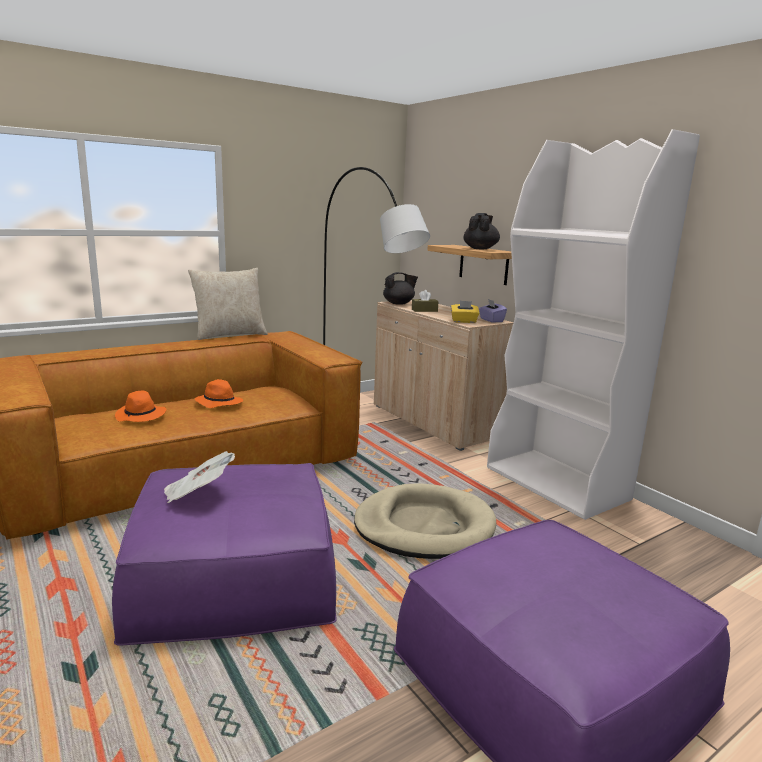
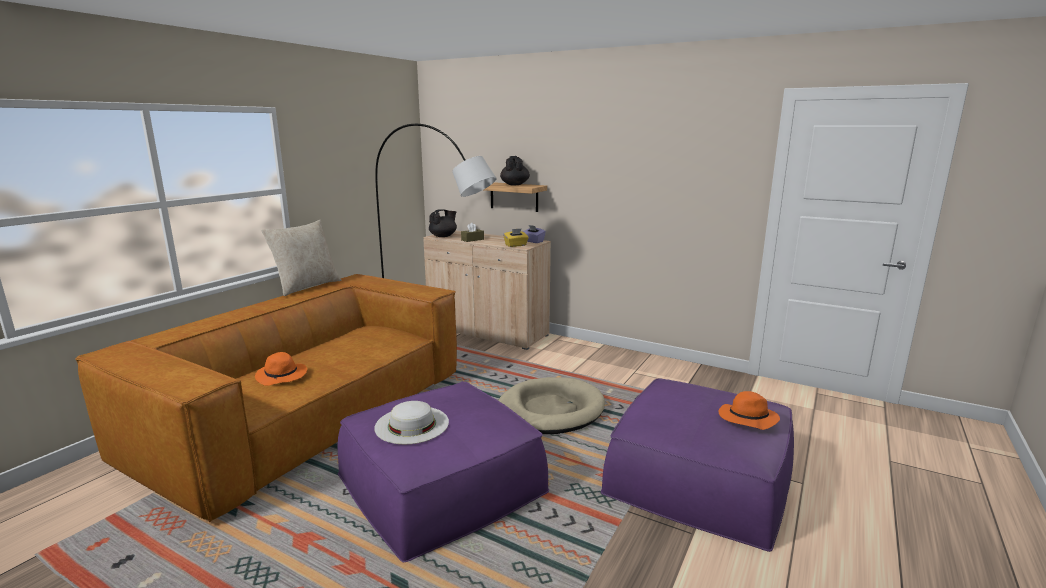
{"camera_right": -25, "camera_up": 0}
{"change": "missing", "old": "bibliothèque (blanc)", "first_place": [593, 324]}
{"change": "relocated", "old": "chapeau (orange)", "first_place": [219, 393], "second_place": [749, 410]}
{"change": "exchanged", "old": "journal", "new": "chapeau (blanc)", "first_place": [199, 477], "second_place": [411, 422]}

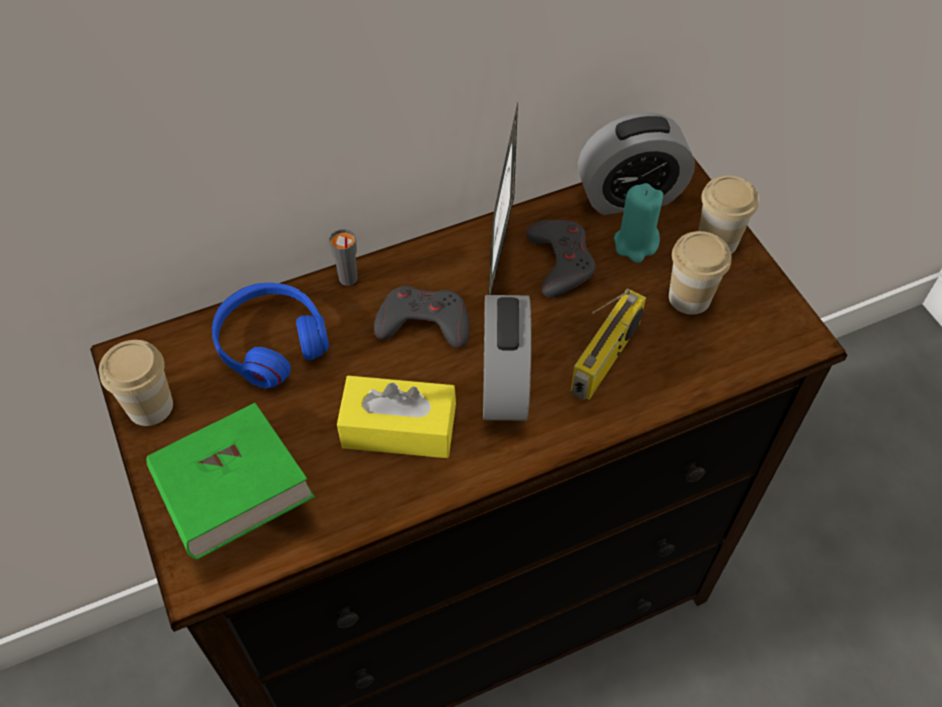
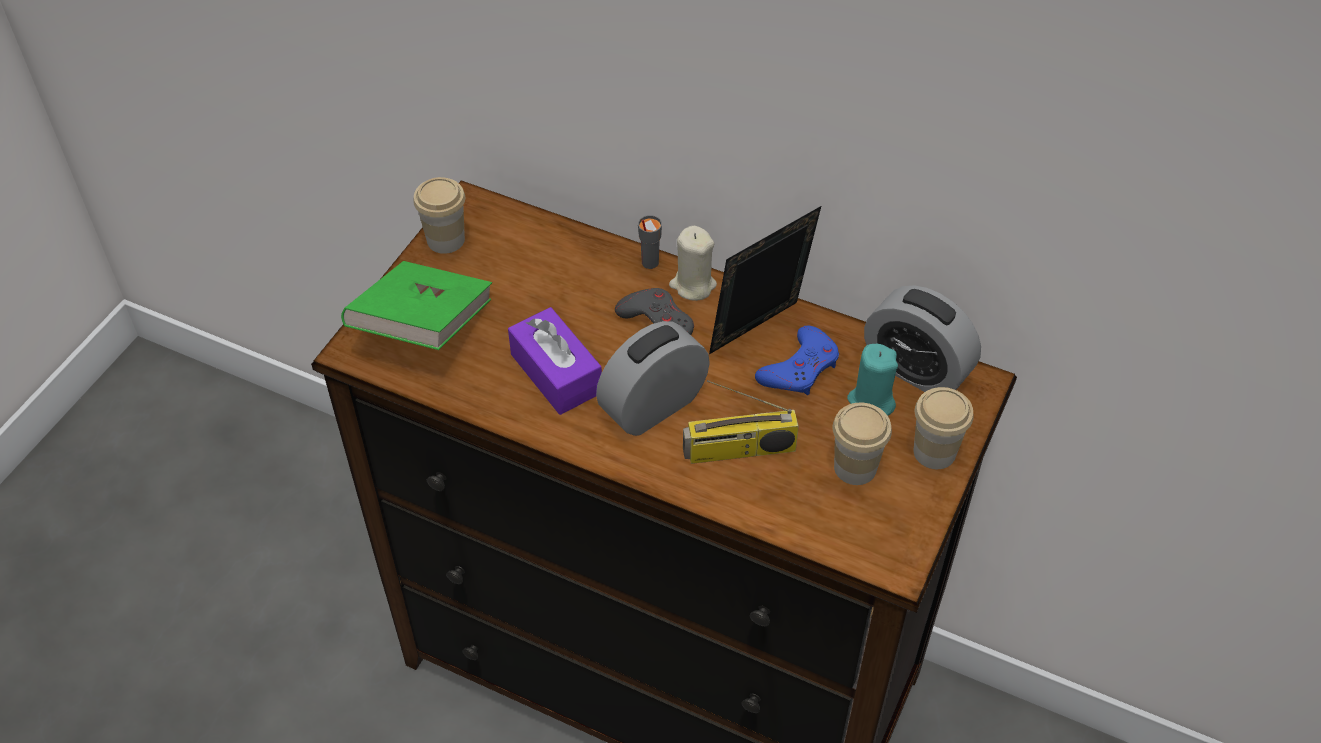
{"camera_right": 50, "camera_up": -5}
{"change": "missing", "old": "casque audio (bleu)", "first_place": [270, 336]}
{"change": "appeared", "new": "bougie (beige)", "second_place": [693, 263]}
{"change": "colour", "old": "boîte à mouchoirs (jaune)", "new": "boîte à mouchoirs (violet)", "first_place": [396, 417], "second_place": [555, 361]}
{"change": "colour", "old": "manette (gris)", "new": "manette (bleu)", "first_place": [561, 258], "second_place": [797, 360]}

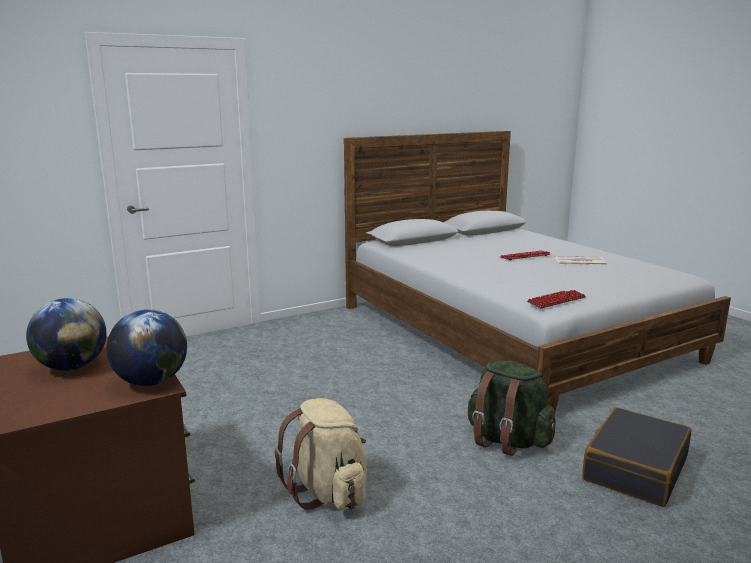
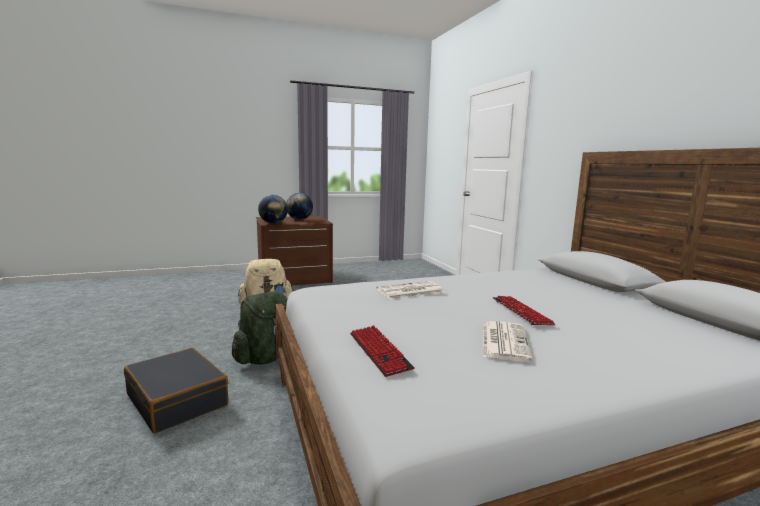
{"camera_right": 100, "camera_up": -5}
{"change": "appeared", "new": "journal", "second_place": [409, 290]}
{"change": "relocated", "old": "clavier", "first_place": [556, 299], "second_place": [382, 351]}

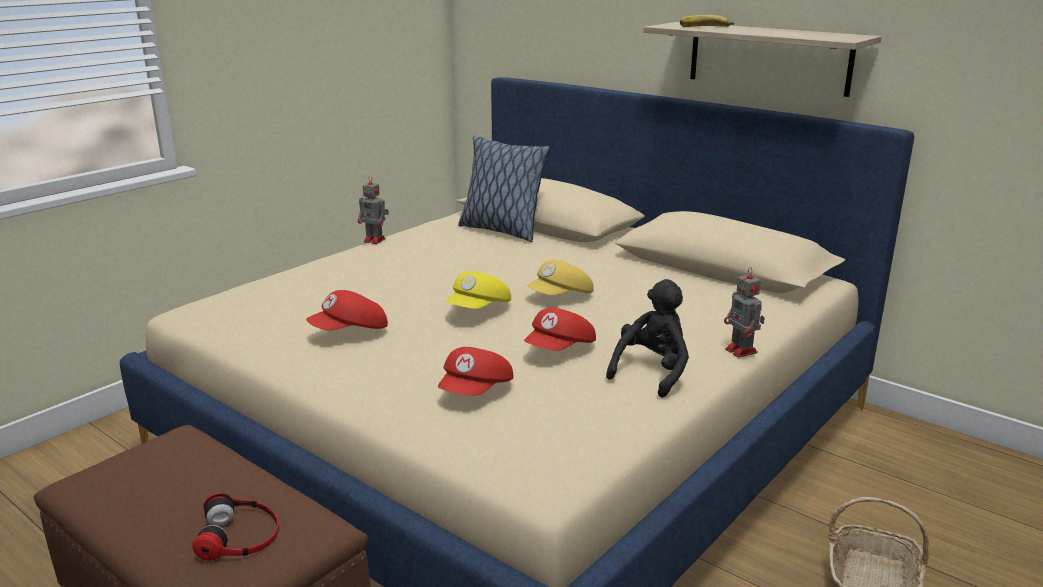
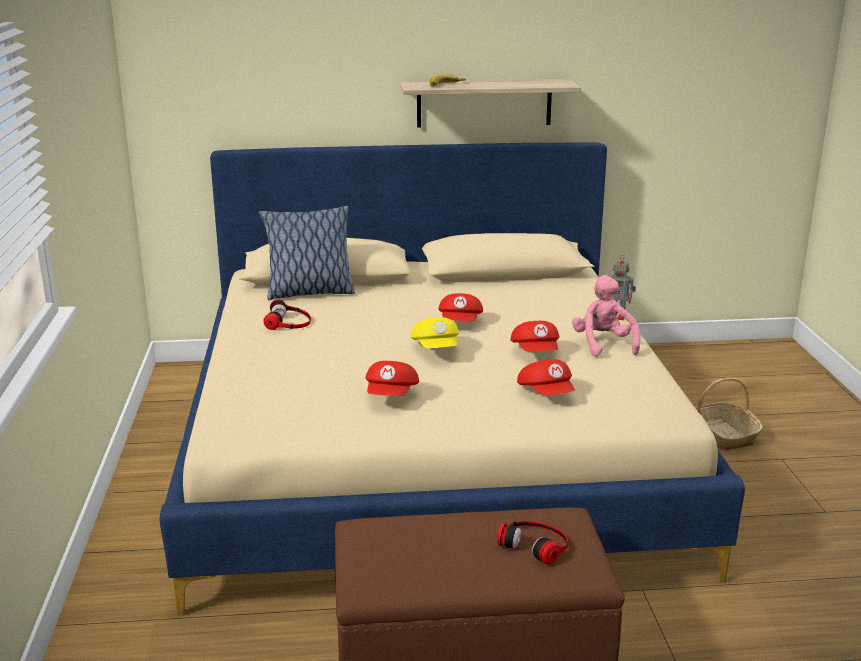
{"camera_right": -45, "camera_up": 0}
{"change": "missing", "old": "robot jouet", "first_place": [373, 210]}
{"change": "appeared", "new": "casque audio", "second_place": [287, 315]}
{"change": "colour", "old": "casquette (jaune)", "new": "casquette (rouge)", "first_place": [560, 277], "second_place": [460, 307]}
{"change": "colour", "old": "peluche (noir)", "new": "peluche (rose)", "first_place": [647, 338], "second_place": [606, 316]}

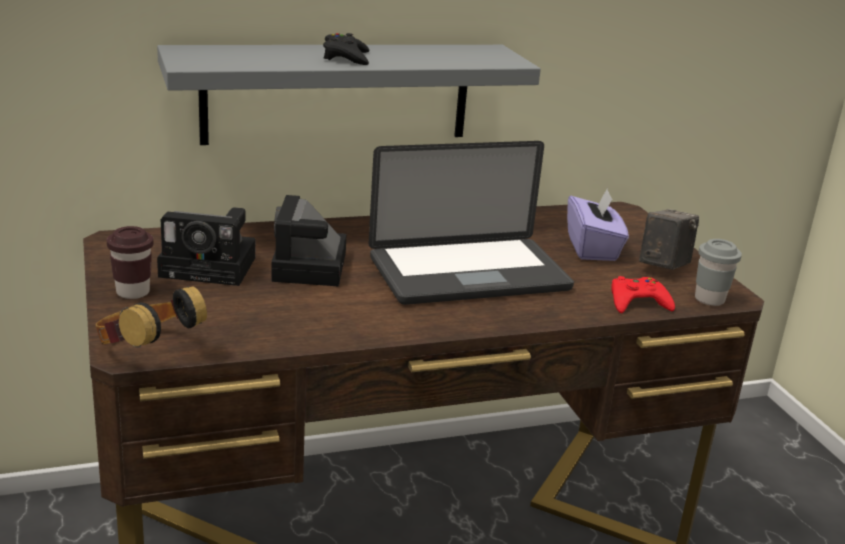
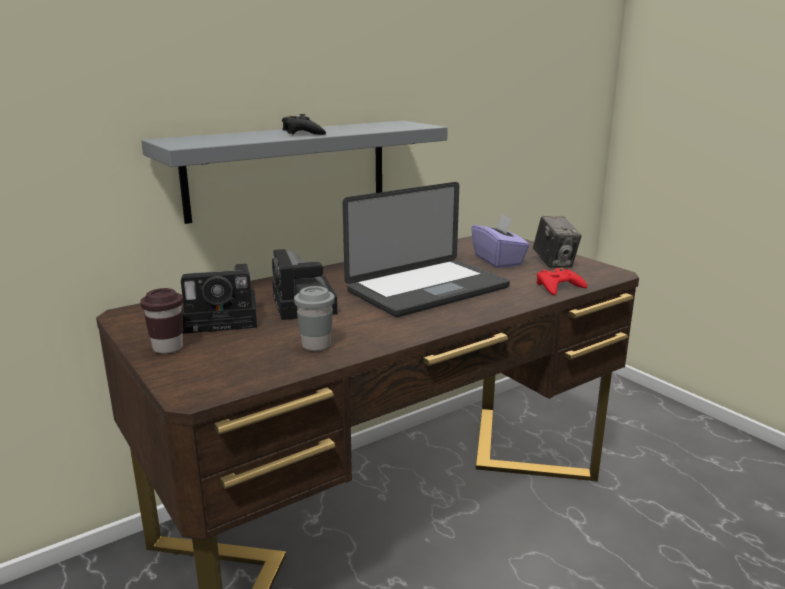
{"camera_right": -15, "camera_up": -5}
{"change": "missing", "old": "casque audio", "first_place": [151, 317]}
{"change": "relocated", "old": "tasse (gris)", "first_place": [718, 272], "second_place": [314, 318]}
{"change": "spun", "old": "appareil photo", "first_place": [669, 239], "second_place": [557, 242], "degrees": 150}

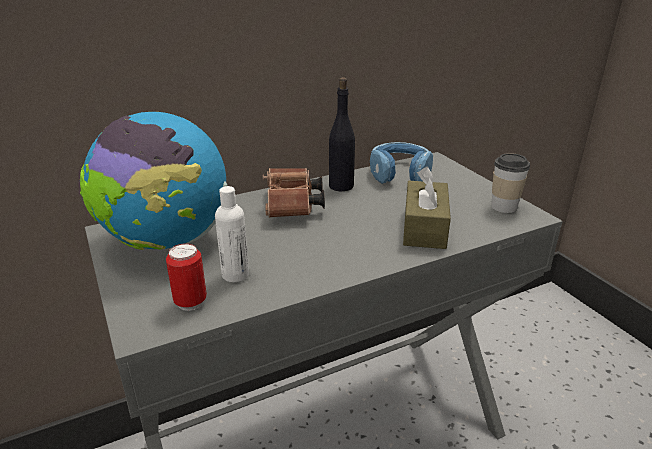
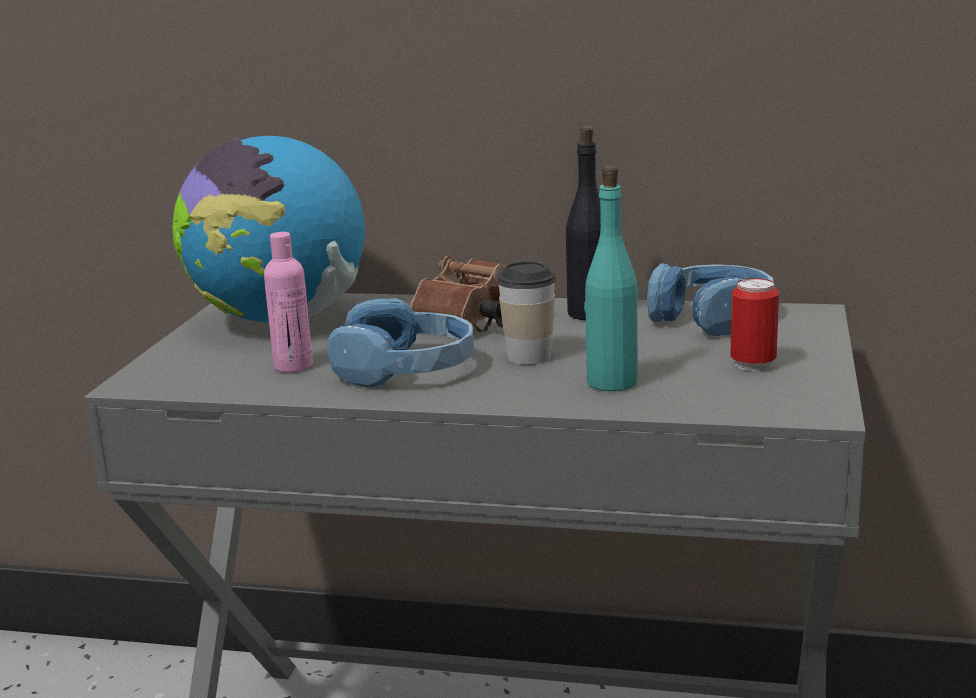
{"camera_right": 40, "camera_up": -10}
{"change": "appeared", "new": "casque audio (bleu)", "second_place": [401, 343]}
{"change": "relocated", "old": "boîte métallique", "first_place": [186, 277], "second_place": [754, 324]}
{"change": "relocated", "old": "tasse", "first_place": [510, 183], "second_place": [526, 313]}
{"change": "exchanged", "old": "boîte à mouchoirs (marron)", "new": "bouteille (turquoise)", "first_place": [427, 208], "second_place": [611, 278]}
{"change": "colour", "old": "bouteille (blanc)", "new": "bouteille (rose)", "first_place": [232, 234], "second_place": [288, 302]}

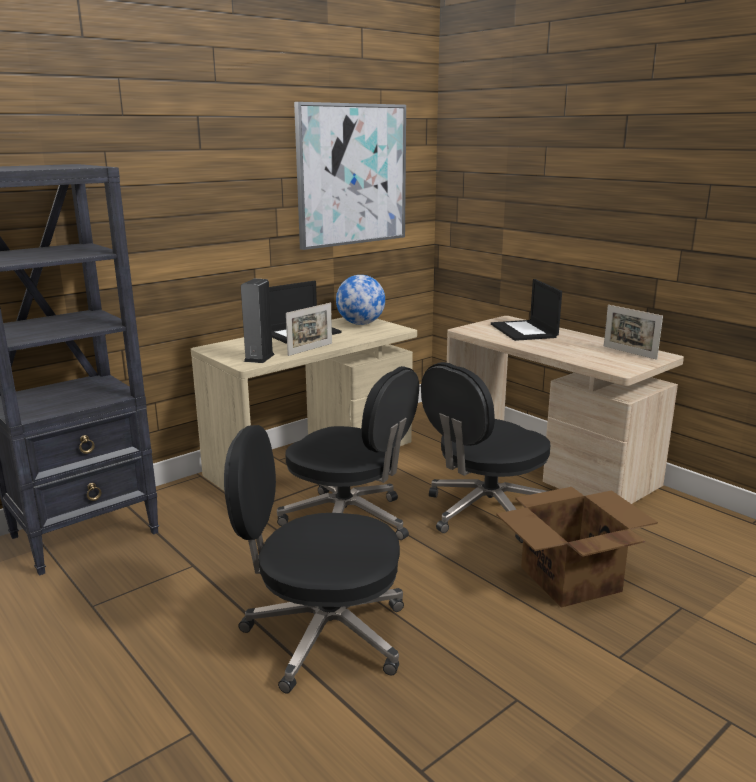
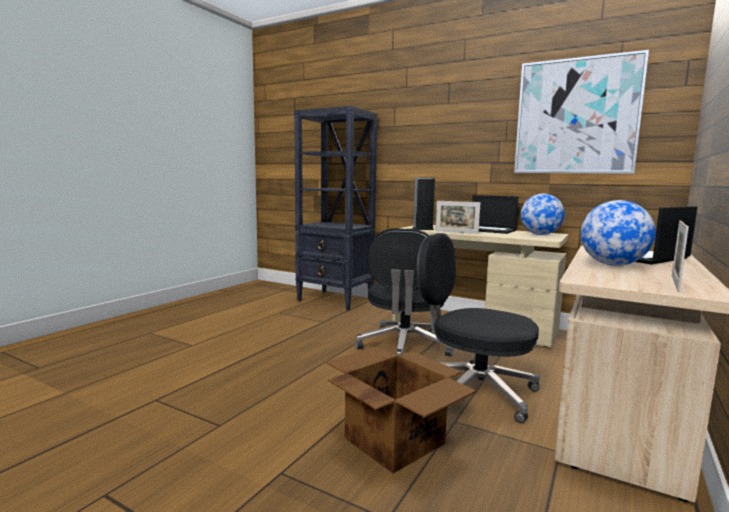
{"camera_right": 70, "camera_up": -10}
{"change": "missing", "old": "chaise de bureau (noir)", "first_place": [314, 559]}
{"change": "appeared", "new": "globe", "second_place": [618, 233]}

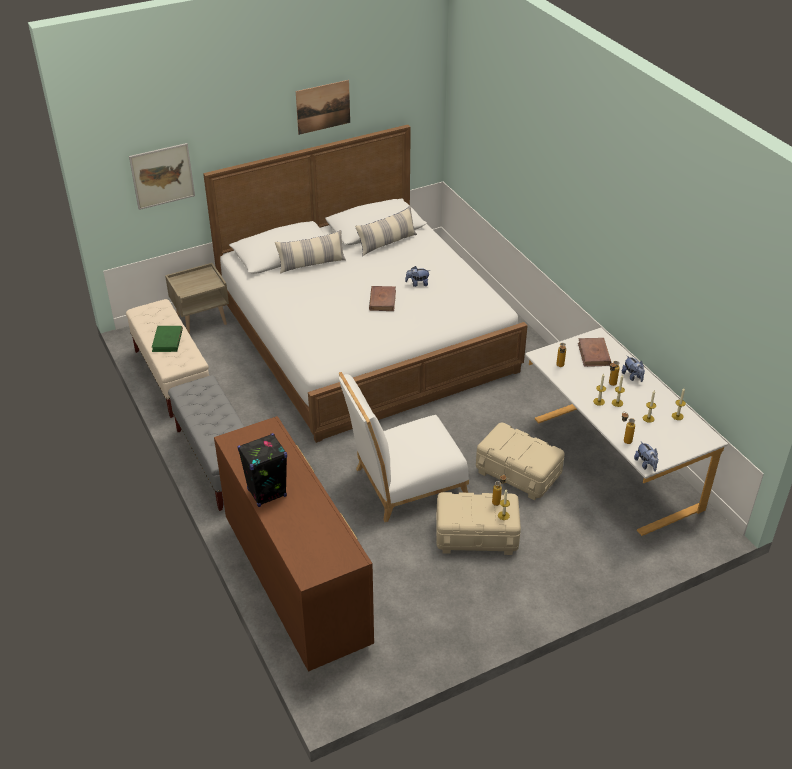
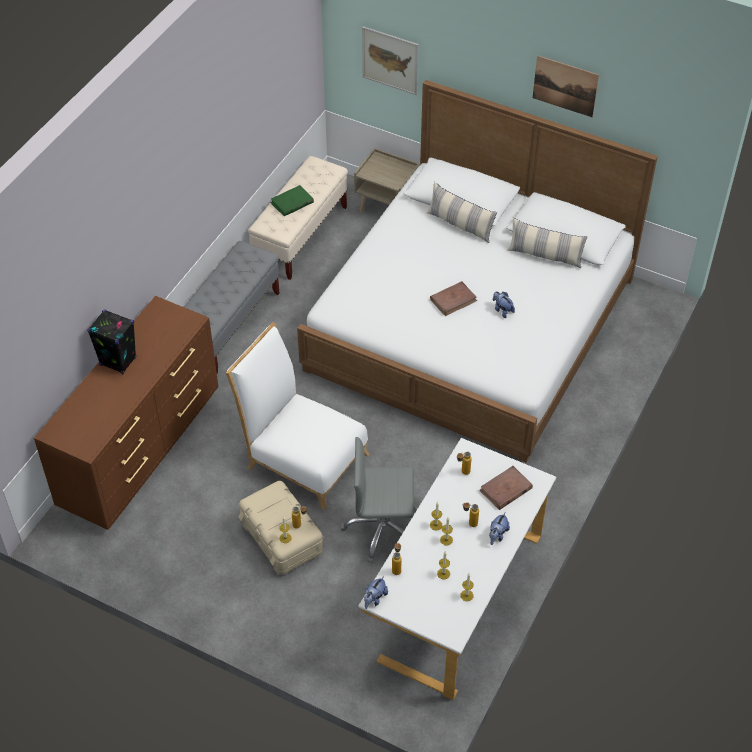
{"camera_right": 55, "camera_up": 10}
{"change": "exchanged", "old": "boîte de rangement (beige)", "new": "chaise de bureau (gris)", "first_place": [520, 462], "second_place": [379, 500]}

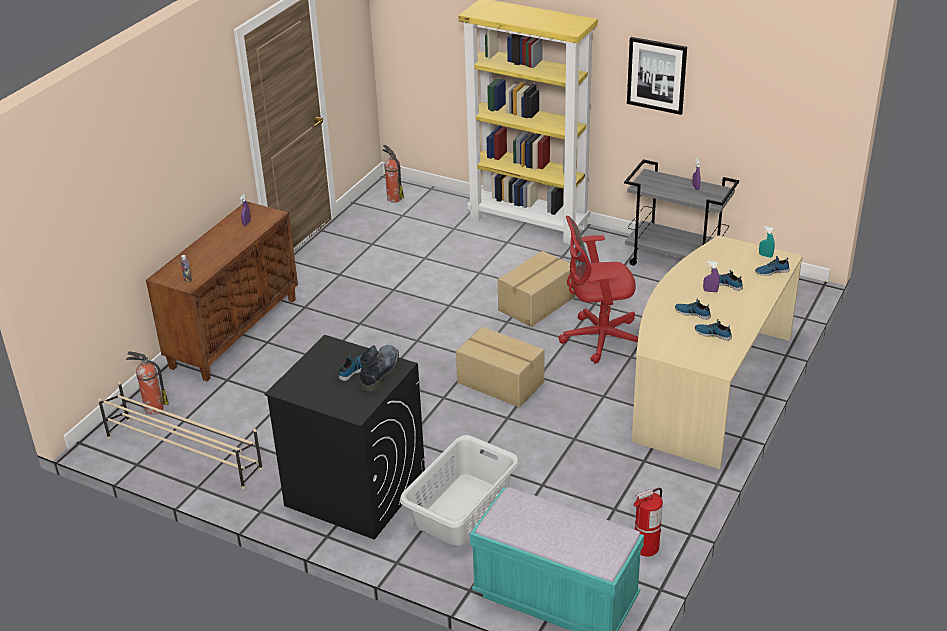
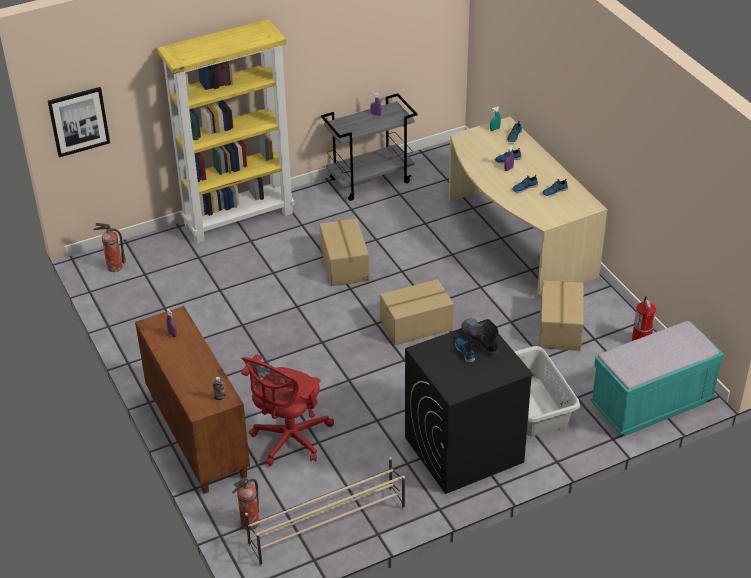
{"camera_right": -55, "camera_up": 5}
{"change": "appeared", "new": "carton", "second_place": [561, 315]}
{"change": "relocated", "old": "chaise de bureau (rouge)", "first_place": [598, 290], "second_place": [287, 410]}
{"change": "relocated", "old": "tableau", "first_place": [657, 76], "second_place": [79, 122]}

